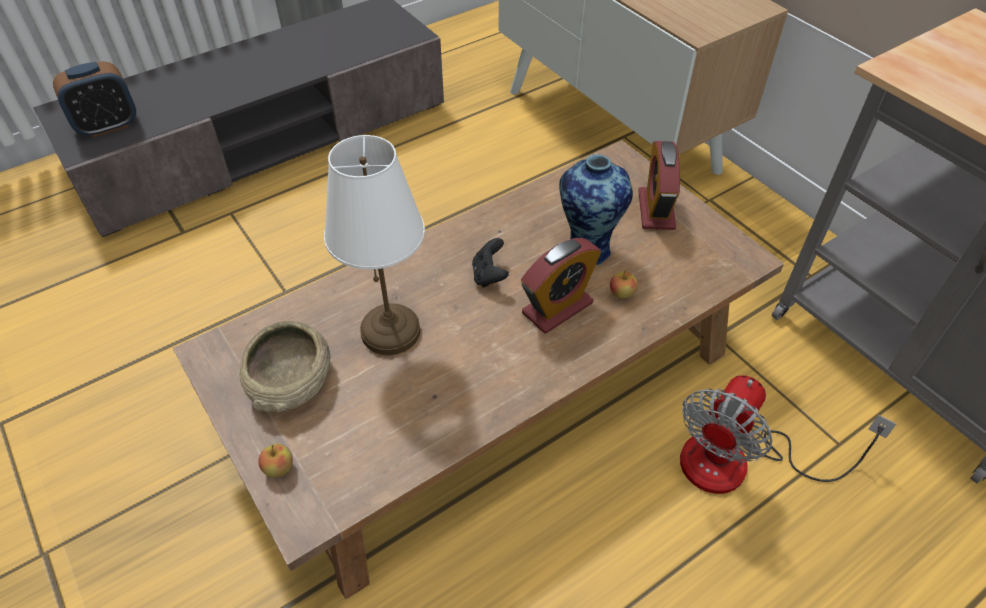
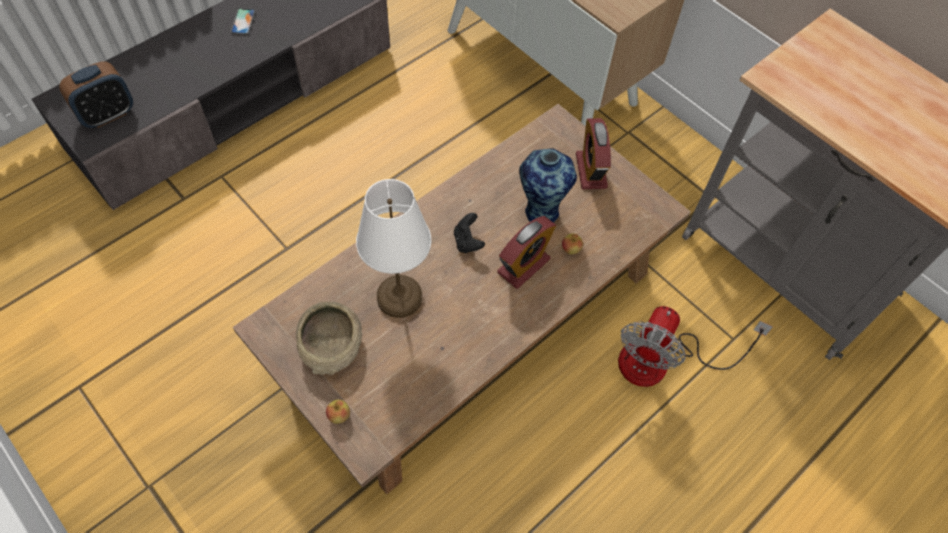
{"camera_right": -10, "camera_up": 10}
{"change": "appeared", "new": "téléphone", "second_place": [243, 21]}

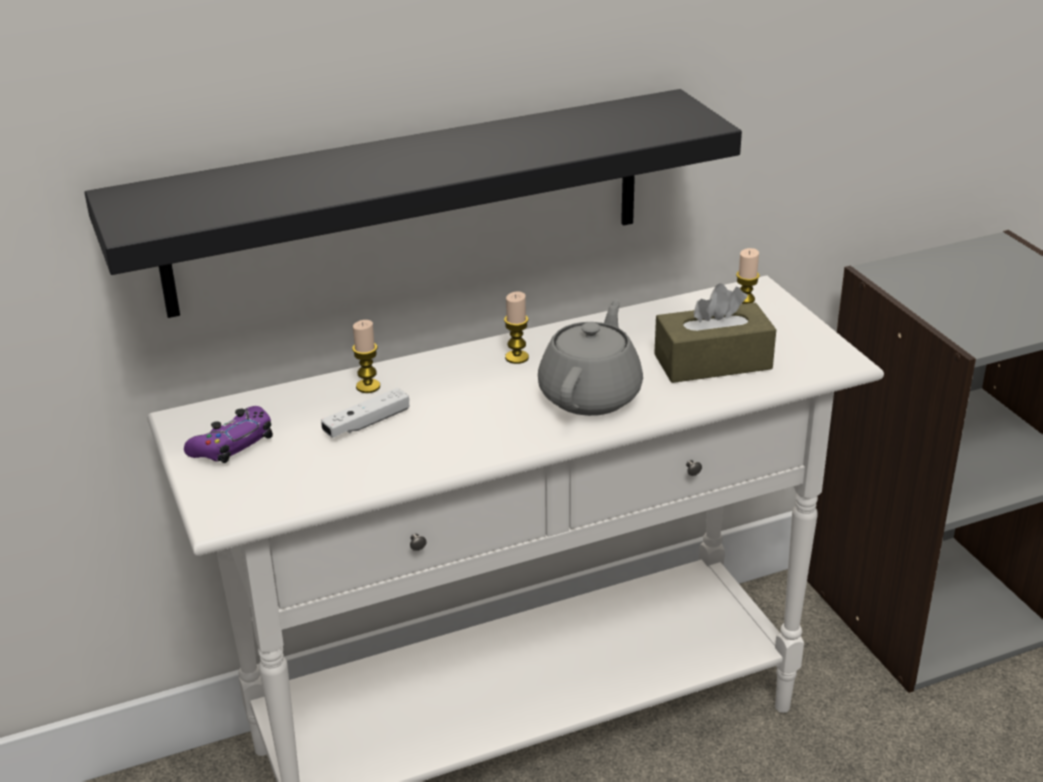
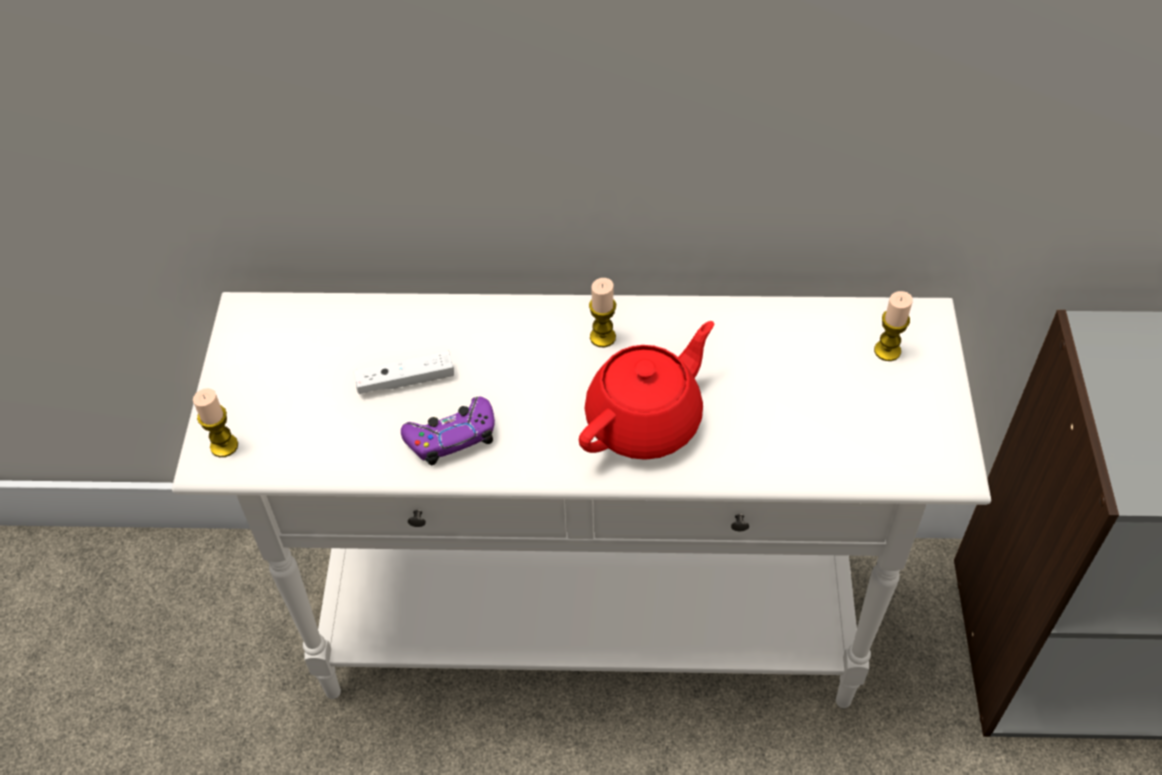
{"camera_right": 25, "camera_up": 20}
{"change": "missing", "old": "étagère (noir)", "first_place": [413, 203]}
{"change": "missing", "old": "boîte à mouchoirs (marron)", "first_place": [715, 333]}
{"change": "relocated", "old": "manette (violet)", "first_place": [228, 434], "second_place": [448, 431]}
{"change": "relocated", "old": "bougie", "first_place": [366, 356], "second_place": [215, 422]}
{"change": "colour", "old": "théière (gris)", "new": "théière (rouge)", "first_place": [590, 357], "second_place": [646, 390]}

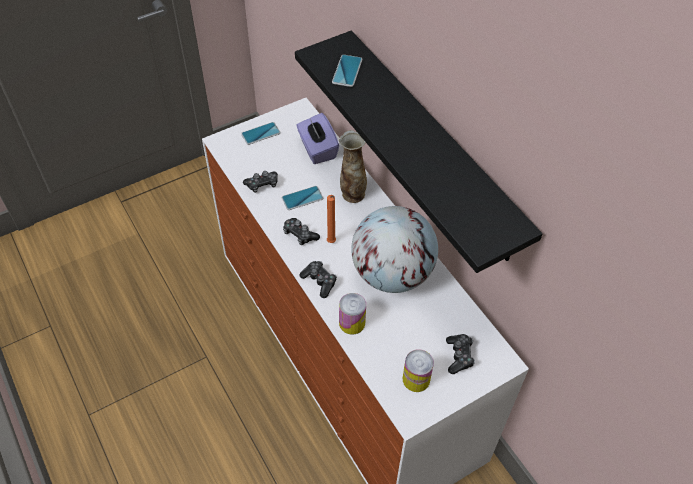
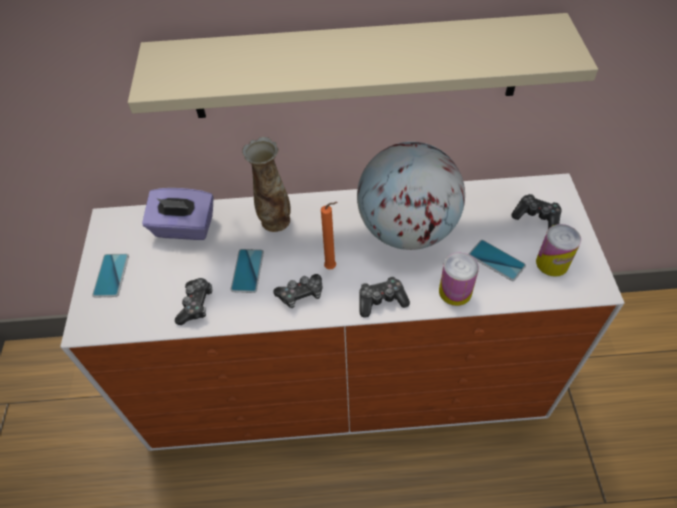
{"camera_right": -60, "camera_up": 0}
{"change": "relocated", "old": "téléphone", "first_place": [347, 71], "second_place": [497, 260]}
{"change": "colour", "old": "étagère (noir)", "new": "étagère (beige)", "first_place": [419, 152], "second_place": [363, 65]}

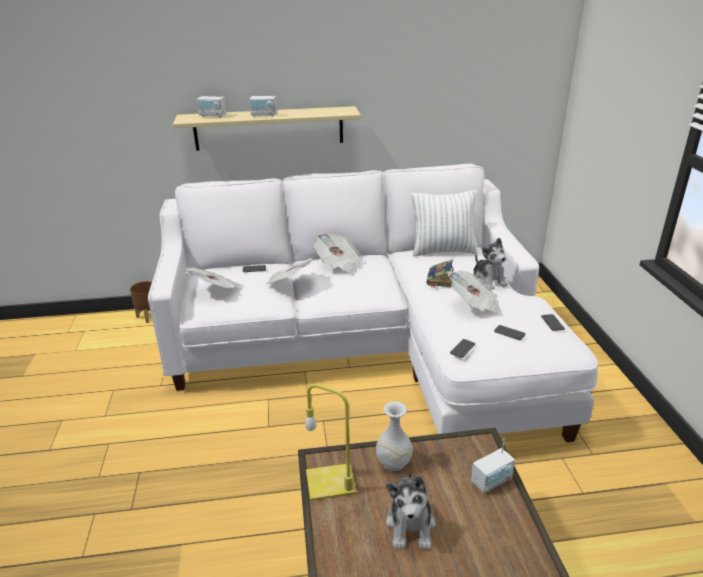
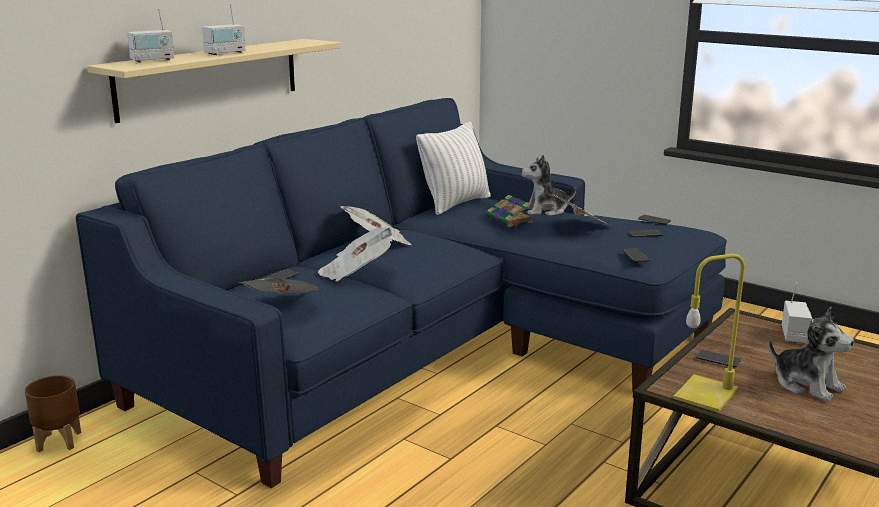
{"camera_right": -45, "camera_up": -10}
{"change": "exchanged", "old": "vase (blanc)", "new": "téléphone", "first_place": [394, 436], "second_place": [718, 358]}
{"change": "colour", "old": "canapé (blanc)", "new": "canapé (bleu)", "first_place": [373, 303], "second_place": [401, 293]}
{"change": "spun", "old": "peluche", "first_place": [490, 264], "second_place": [548, 185], "degrees": 150}

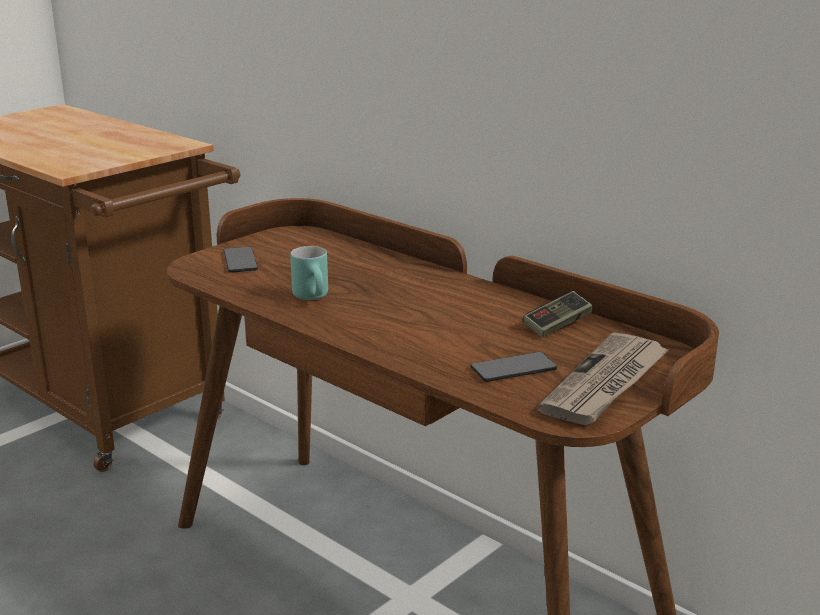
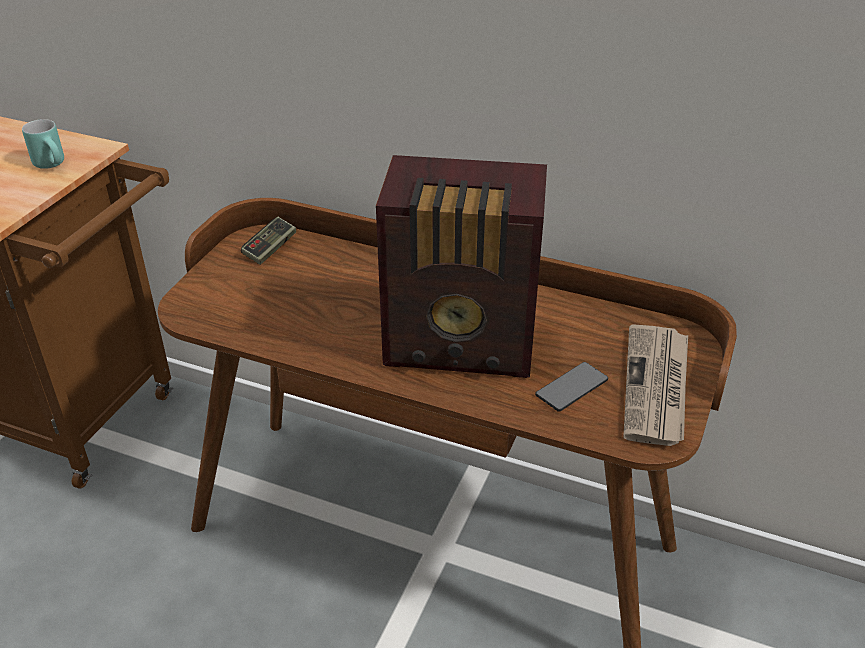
{"camera_right": -20, "camera_up": 15}
{"change": "missing", "old": "téléphone", "first_place": [241, 260]}
{"change": "appeared", "new": "radio", "second_place": [461, 266]}
{"change": "relocated", "old": "mug (turquoise)", "first_place": [309, 273], "second_place": [43, 144]}
{"change": "relocated", "old": "manette", "first_place": [558, 314], "second_place": [268, 241]}

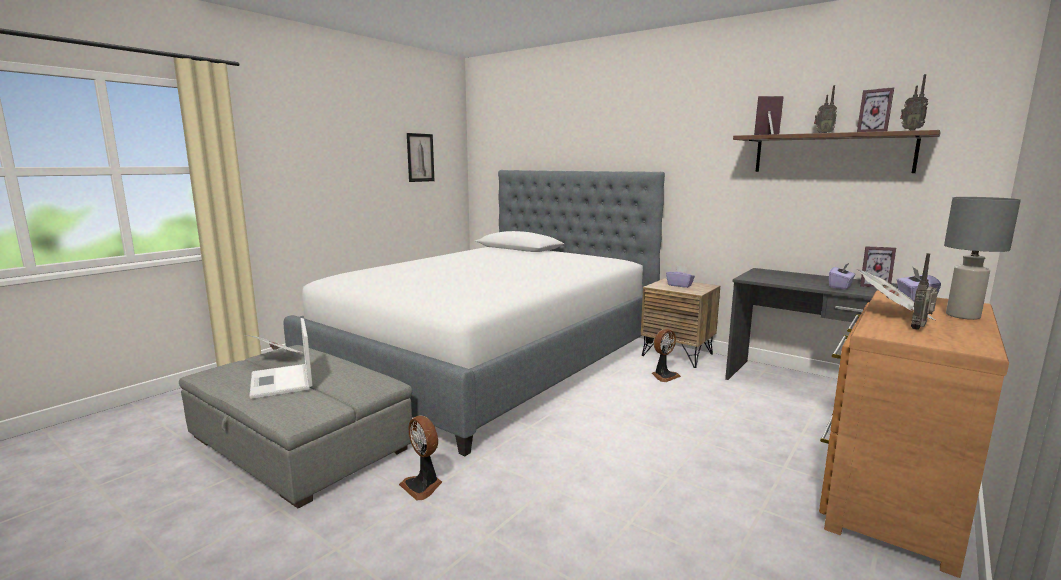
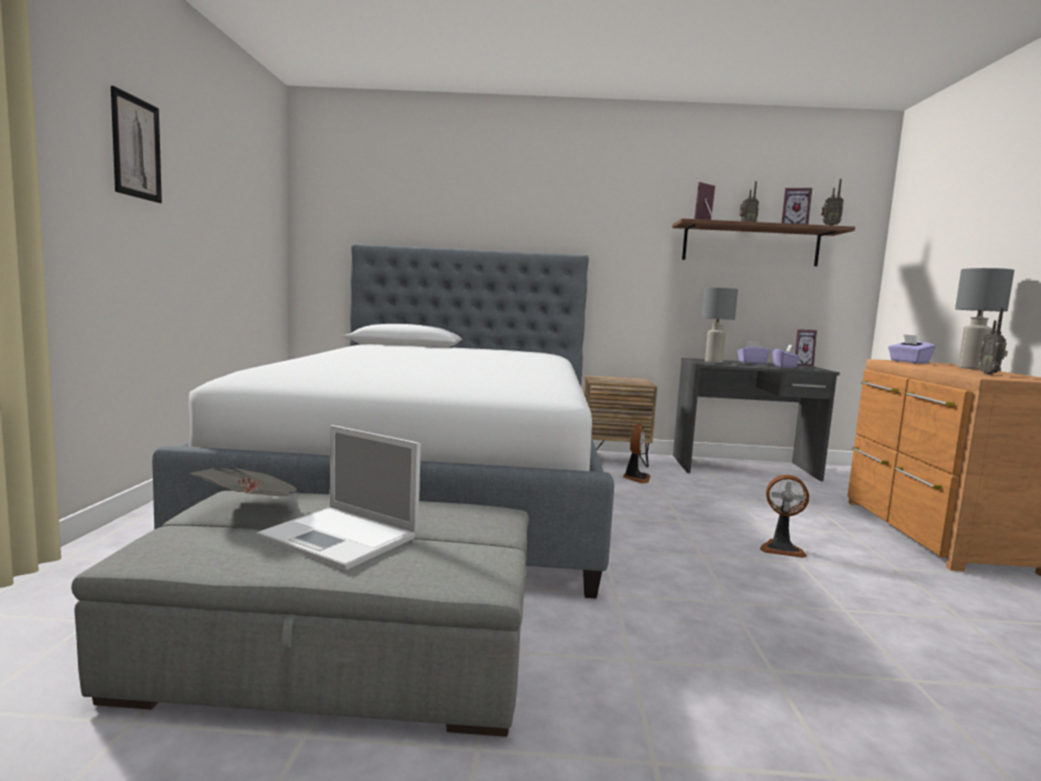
{"camera_right": -35, "camera_up": -5}
{"change": "missing", "old": "journal", "first_place": [896, 294]}
{"change": "appeared", "new": "lampe de table (gris)", "second_place": [720, 325]}
{"change": "relocated", "old": "ventilateur", "first_place": [420, 457], "second_place": [784, 516]}
{"change": "relocated", "old": "tableau", "first_place": [421, 157], "second_place": [136, 144]}
{"change": "relocated", "old": "boîte à mouchoirs (violet)", "first_place": [680, 277], "second_place": [753, 352]}

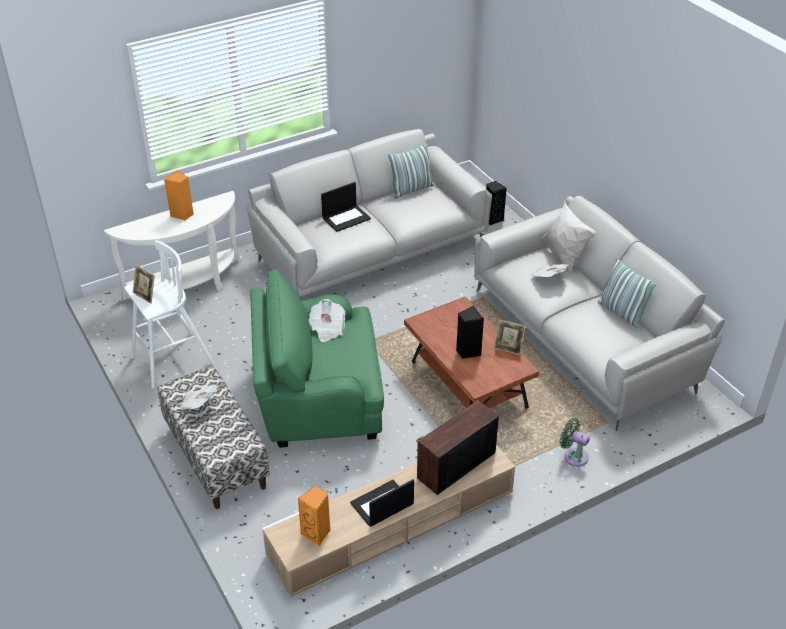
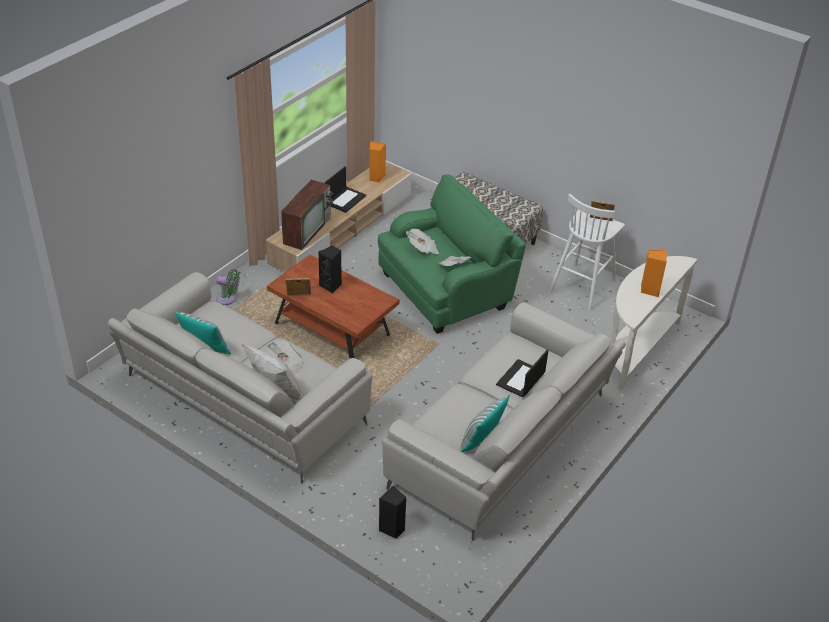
{"camera_right": 155, "camera_up": 0}
{"change": "relocated", "old": "journal", "first_place": [198, 397], "second_place": [422, 241]}

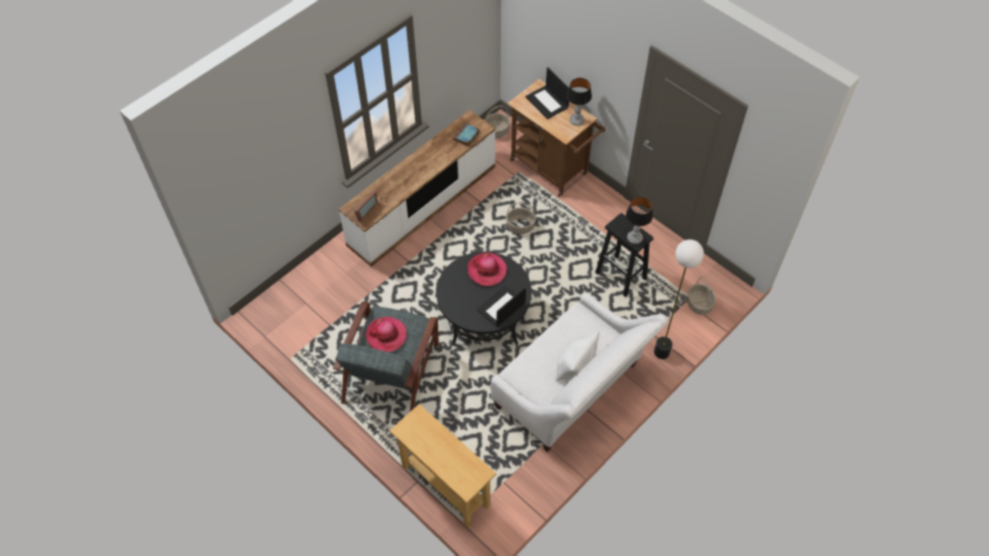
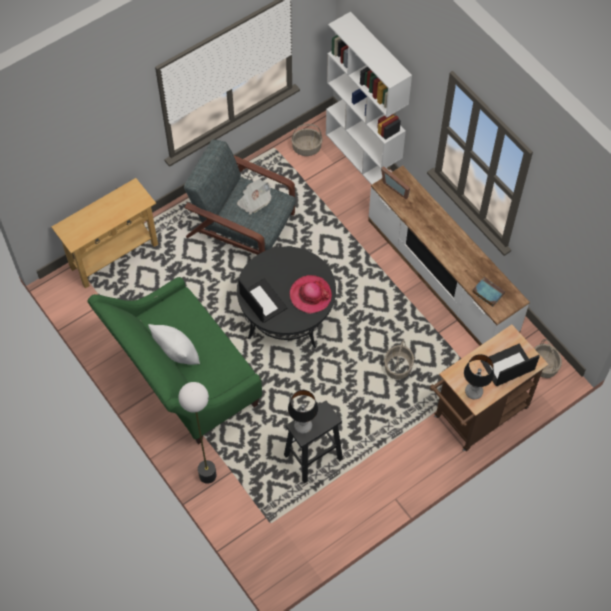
{"camera_right": 100, "camera_up": 5}
{"change": "appeared", "new": "bibliothèque (blanc)", "second_place": [369, 98]}
{"change": "relocated", "old": "panier", "first_place": [701, 295], "second_place": [307, 140]}
{"change": "exchanged", "old": "chapeau", "new": "journal", "first_place": [386, 334], "second_place": [254, 197]}
{"change": "colour", "old": "canapé (blanc)", "new": "canapé (vert)", "first_place": [579, 372], "second_place": [174, 360]}

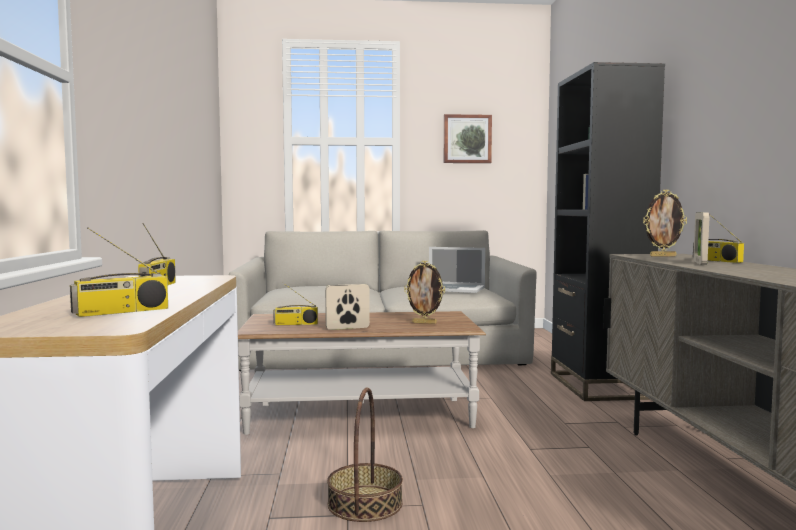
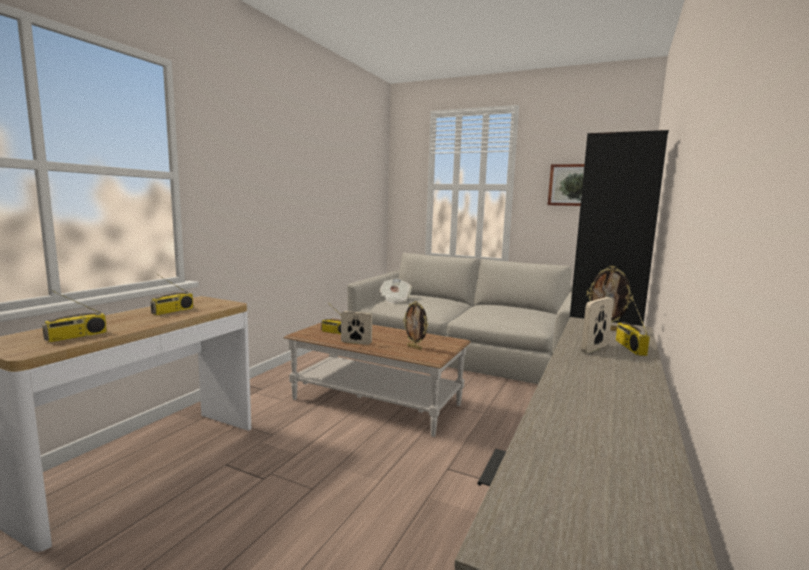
{"camera_right": 30, "camera_up": 5}
{"change": "missing", "old": "panier", "first_place": [365, 454]}
{"change": "missing", "old": "ordinateur portable", "first_place": [457, 270]}
{"change": "appeared", "new": "journal", "second_place": [395, 290]}
{"change": "spun", "old": "radio", "first_place": [119, 272], "second_place": [74, 316], "degrees": -45}

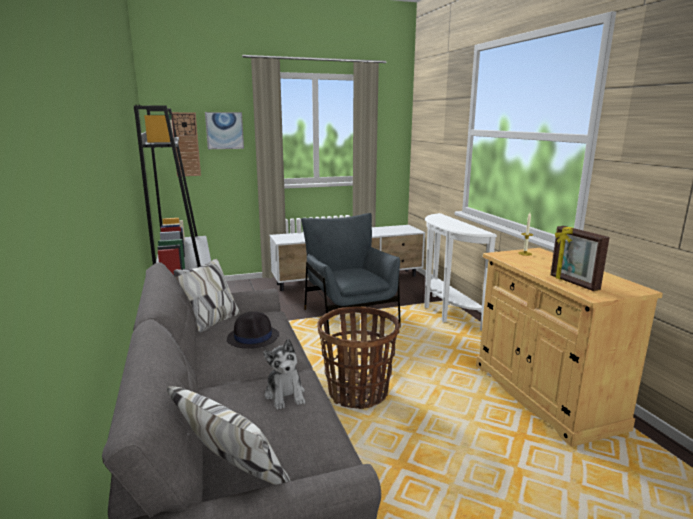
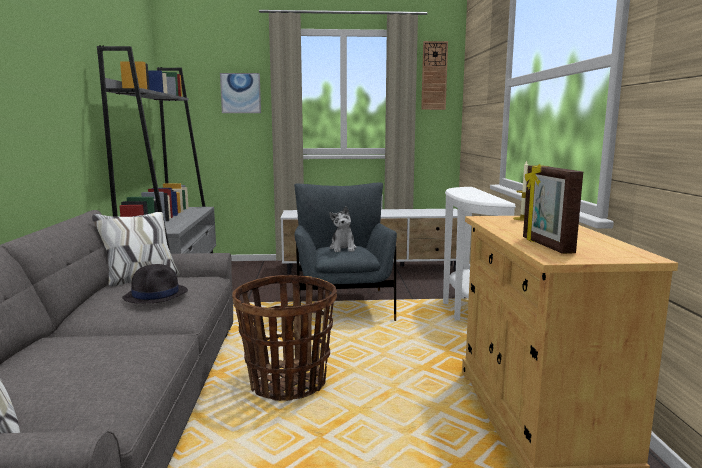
{"camera_right": 15, "camera_up": -5}
{"change": "relocated", "old": "horloge murale", "first_place": [186, 144], "second_place": [434, 75]}
{"change": "relocated", "old": "peluche", "first_place": [284, 374], "second_place": [343, 229]}

